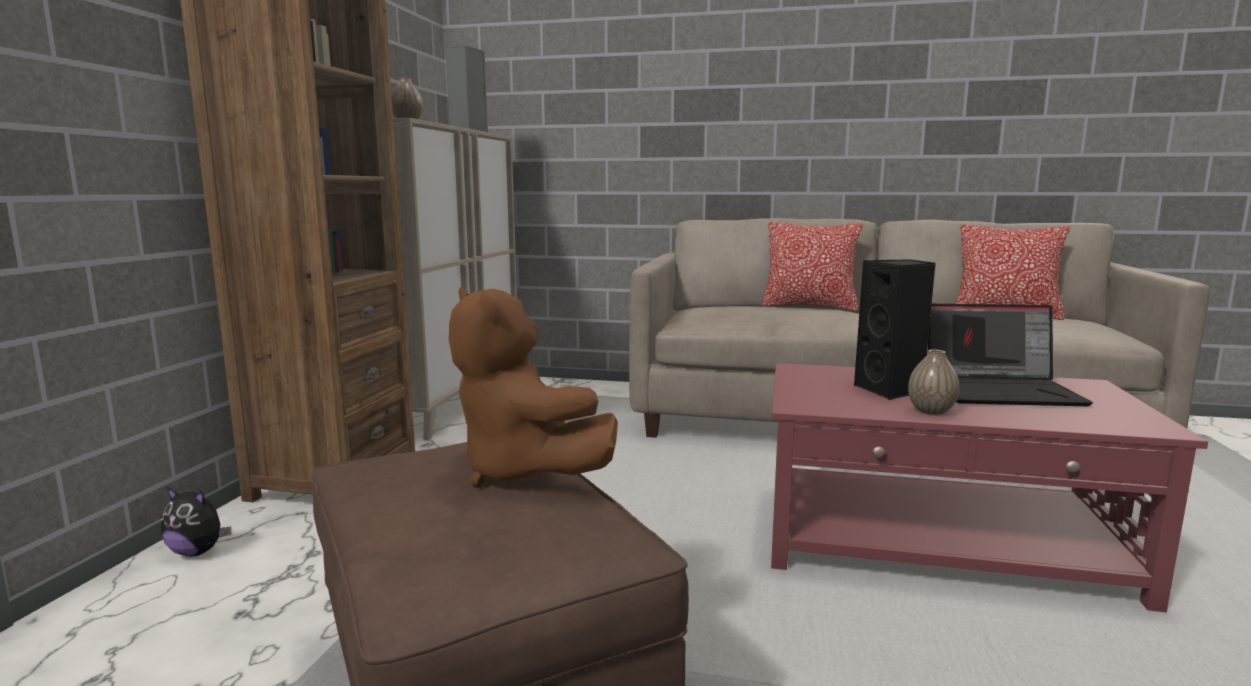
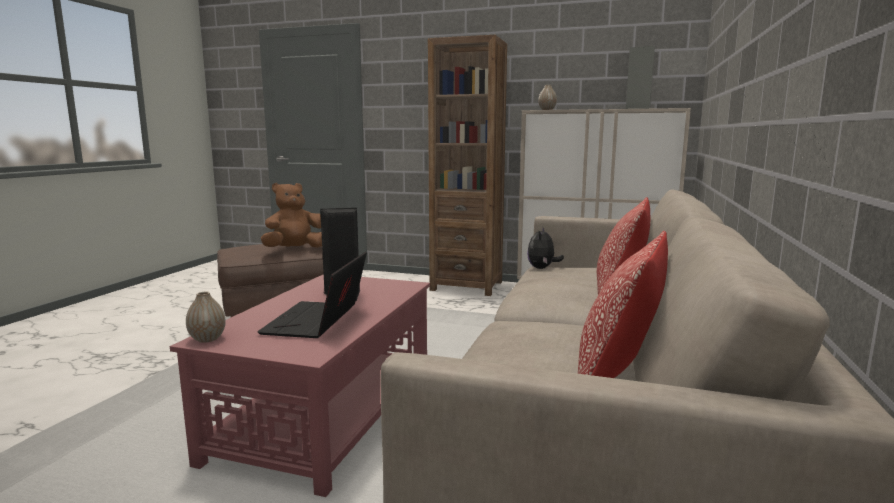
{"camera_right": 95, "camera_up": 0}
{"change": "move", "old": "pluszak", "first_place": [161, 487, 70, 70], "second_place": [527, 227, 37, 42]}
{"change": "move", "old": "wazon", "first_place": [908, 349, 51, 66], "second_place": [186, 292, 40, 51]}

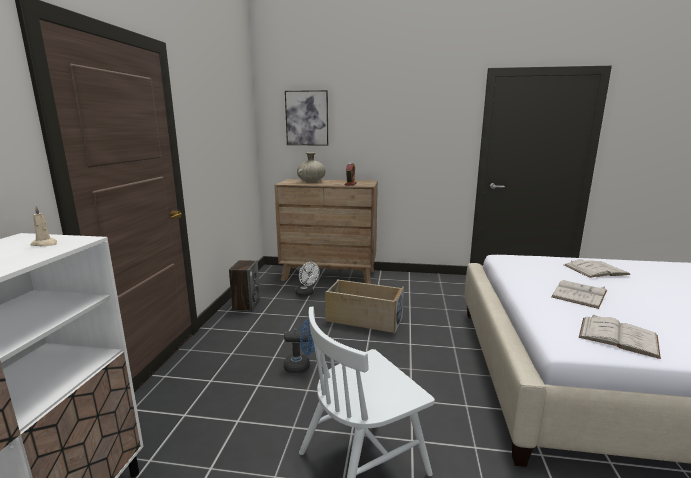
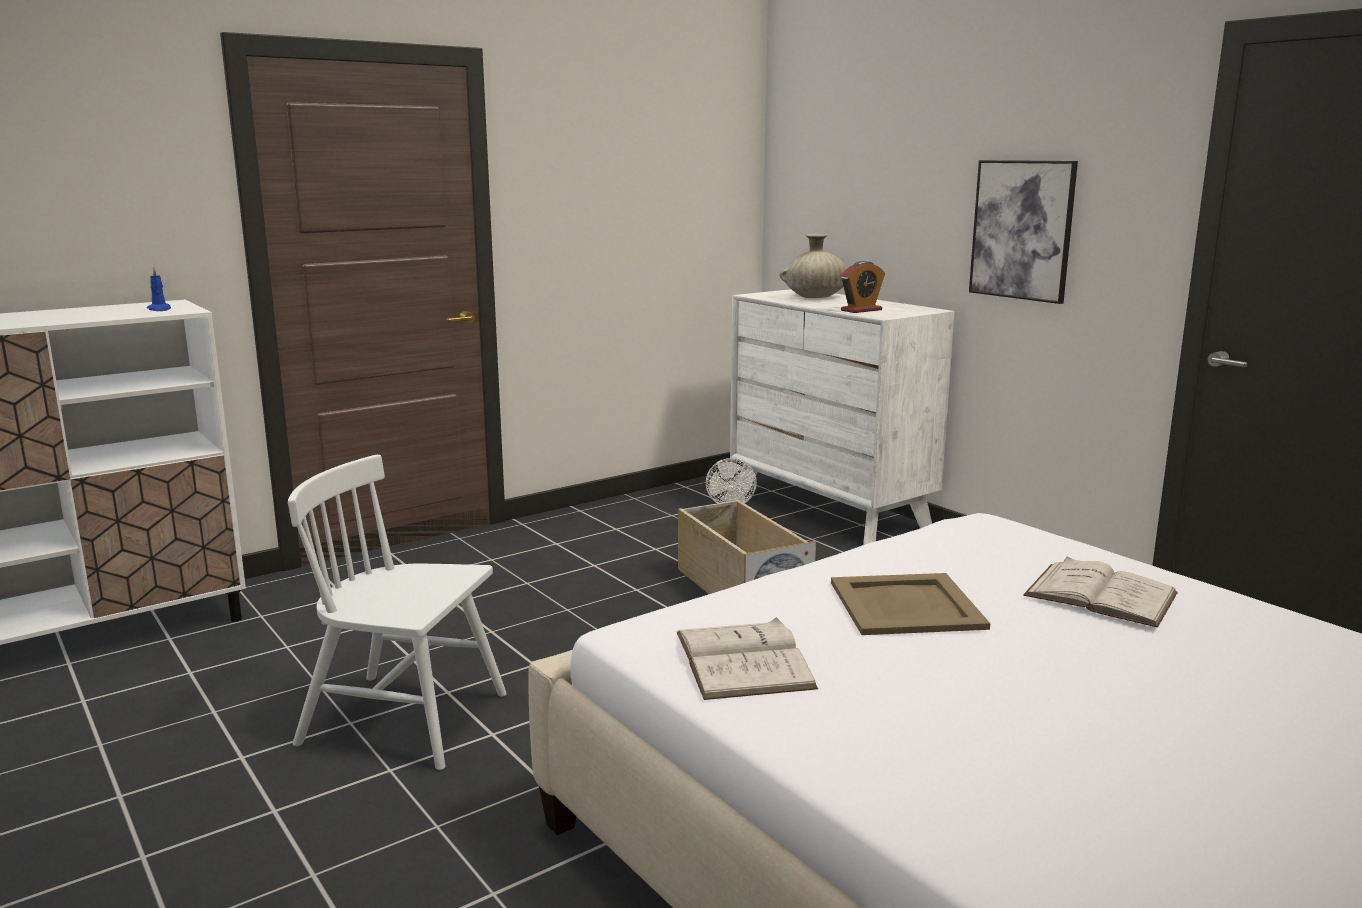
{"camera_right": 45, "camera_up": 0}
{"change": "recolor", "old": "świeca (beżowy)", "new": "świeca (niebieski)", "first_place": [30, 206, 27, 40], "second_place": [147, 267, 24, 44]}
{"change": "delete", "old": "głośnik", "first_place": [229, 260, 31, 52]}
{"change": "recolor", "old": "komoda (brązowy)", "new": "komoda (biały)", "first_place": [274, 179, 104, 105], "second_place": [730, 289, 224, 256]}
{"change": "delete", "old": "wentylator (niebieski)", "first_place": [284, 319, 31, 54]}
{"change": "move", "old": "obraz", "first_place": [285, 90, 43, 56], "second_place": [969, 160, 109, 144]}
{"change": "replace", "old": "książka (biały)", "new": "taca (beżowy)", "first_place": [551, 280, 56, 29], "second_place": [831, 573, 159, 62]}

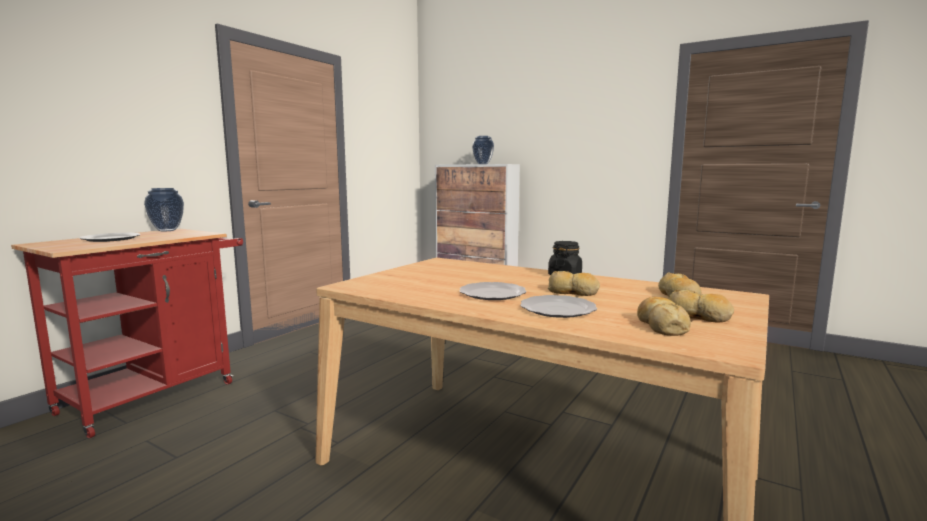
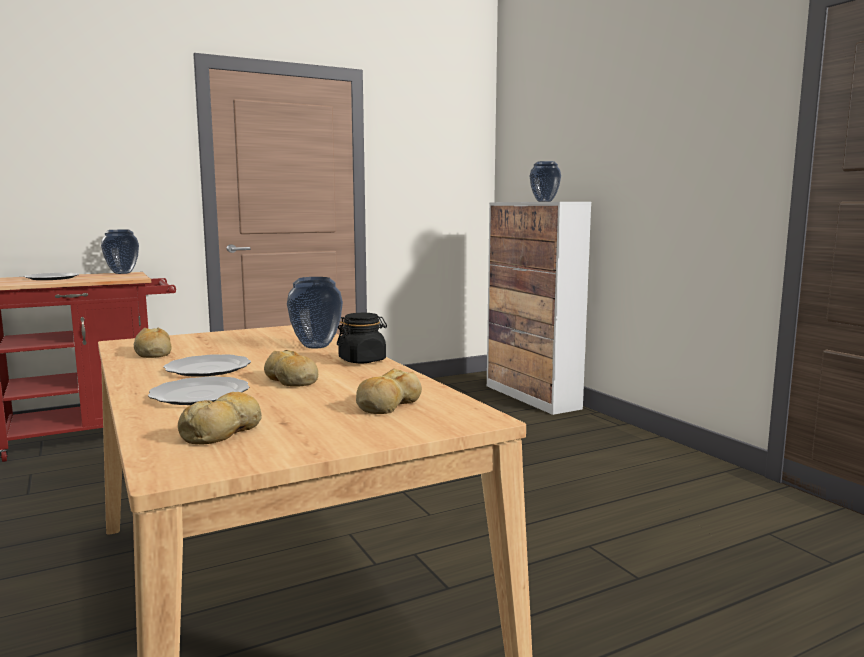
{"camera_right": 30, "camera_up": 0}
{"change": "move", "old": "chleb", "first_place": [668, 290, 66, 32], "second_place": [134, 328, 37, 30]}
{"change": "insert", "new": "wazon", "second_place": [287, 277, 56, 72]}

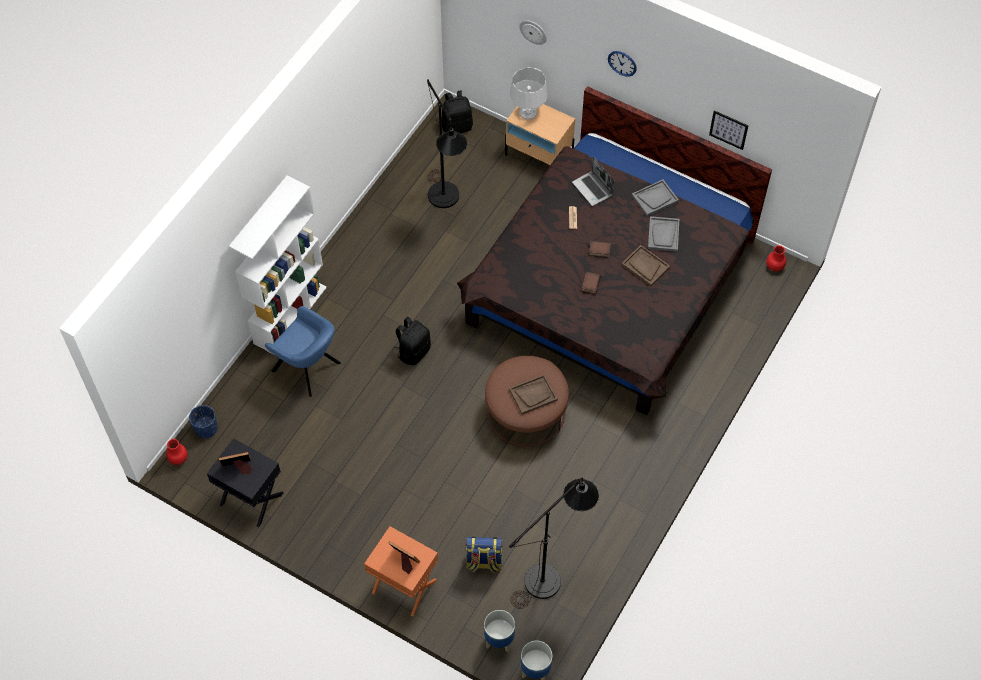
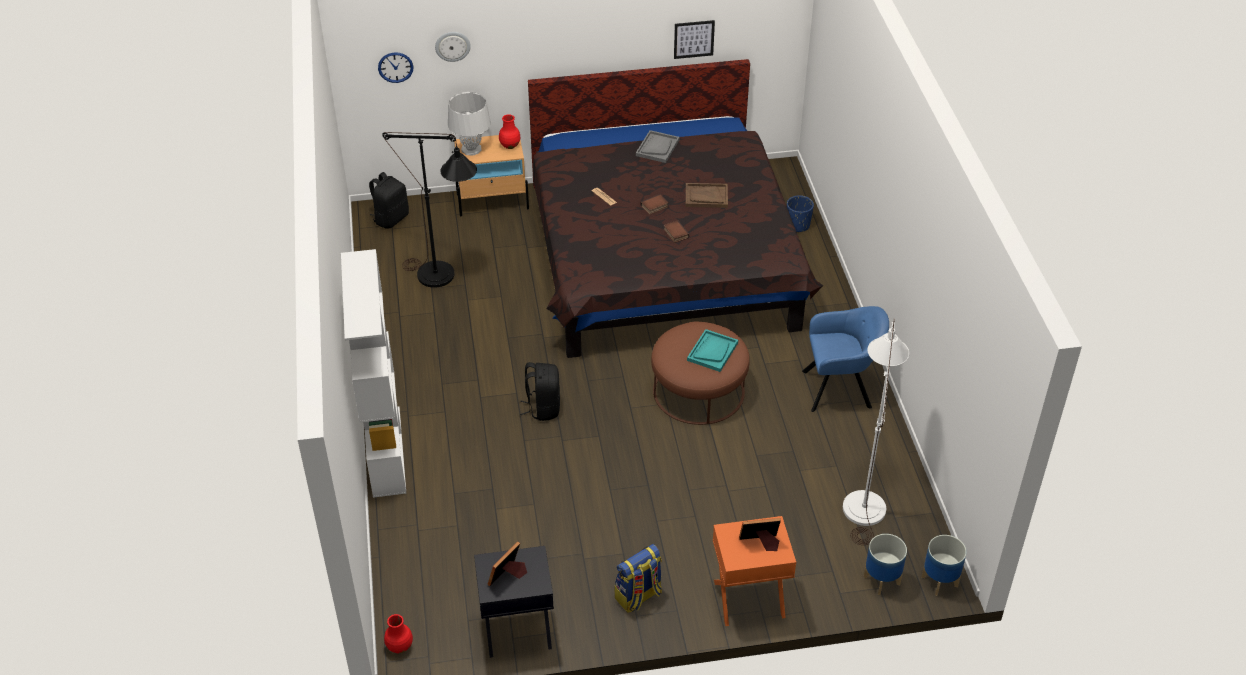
{"camera_right": -40, "camera_up": -15}
{"change": "move", "old": "donica (niebieski)", "first_place": [189, 405, 29, 34], "second_place": [787, 195, 27, 37]}
{"change": "move", "old": "fotel (niebieski)", "first_place": [265, 306, 76, 91], "second_place": [802, 306, 87, 106]}
{"change": "move", "old": "plecak", "first_place": [465, 537, 38, 36], "second_place": [615, 544, 47, 69]}
{"change": "recolor", "old": "taca (brązowy)", "new": "taca (turkusowy)", "first_place": [509, 374, 49, 41], "second_place": [687, 329, 51, 43]}
{"change": "recolor", "old": "lampa stojąca (czarny)", "new": "lampa stojąca (biały)", "first_place": [509, 478, 90, 131], "second_place": [843, 318, 66, 227]}
{"change": "delete", "old": "laptop", "first_place": [572, 157, 42, 49]}
{"change": "move", "old": "zegar ścienny", "first_place": [608, 51, 29, 26], "second_place": [378, 53, 35, 30]}
{"change": "delete", "old": "taca (szary)", "first_place": [648, 216, 31, 36]}
{"change": "move", "old": "wazon (czerwony)", "first_place": [766, 245, 20, 27], "second_place": [499, 114, 22, 35]}

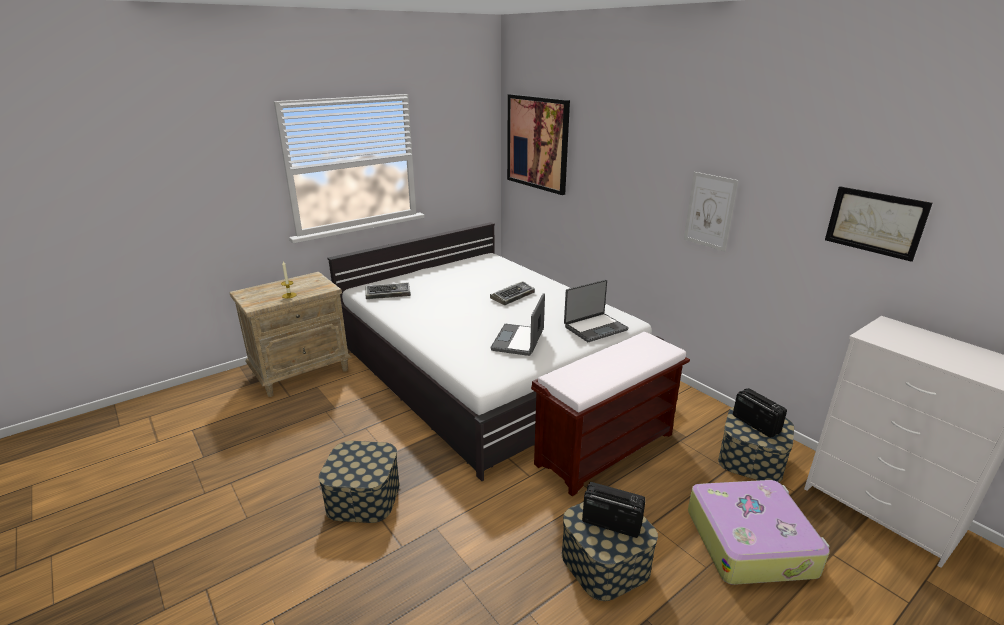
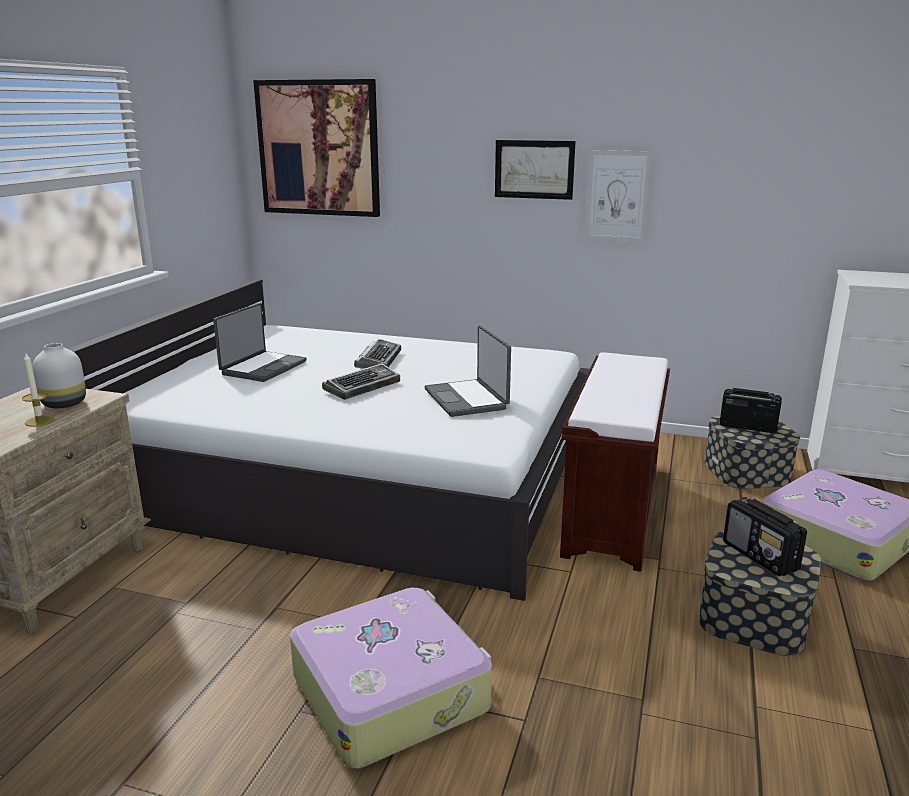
{"camera_right": -35, "camera_up": -5}
{"change": "replace", "old": "pojemnik do przechowywania", "new": "walizka", "first_place": [319, 441, 81, 82], "second_place": [290, 588, 202, 181]}
{"change": "move", "old": "klawiatura", "first_place": [366, 282, 45, 17], "second_place": [322, 363, 78, 37]}
{"change": "move", "old": "laptop", "first_place": [564, 280, 65, 62], "second_place": [213, 303, 94, 79]}
{"change": "rotate", "old": "radio", "first_place": [582, 482, 63, 56], "second_place": [723, 497, 84, 79], "degrees": -105}
{"change": "move", "old": "obraz", "first_place": [825, 186, 108, 76], "second_place": [495, 140, 81, 60]}
{"change": "insert", "new": "wazon (biały)", "second_place": [33, 343, 53, 65]}

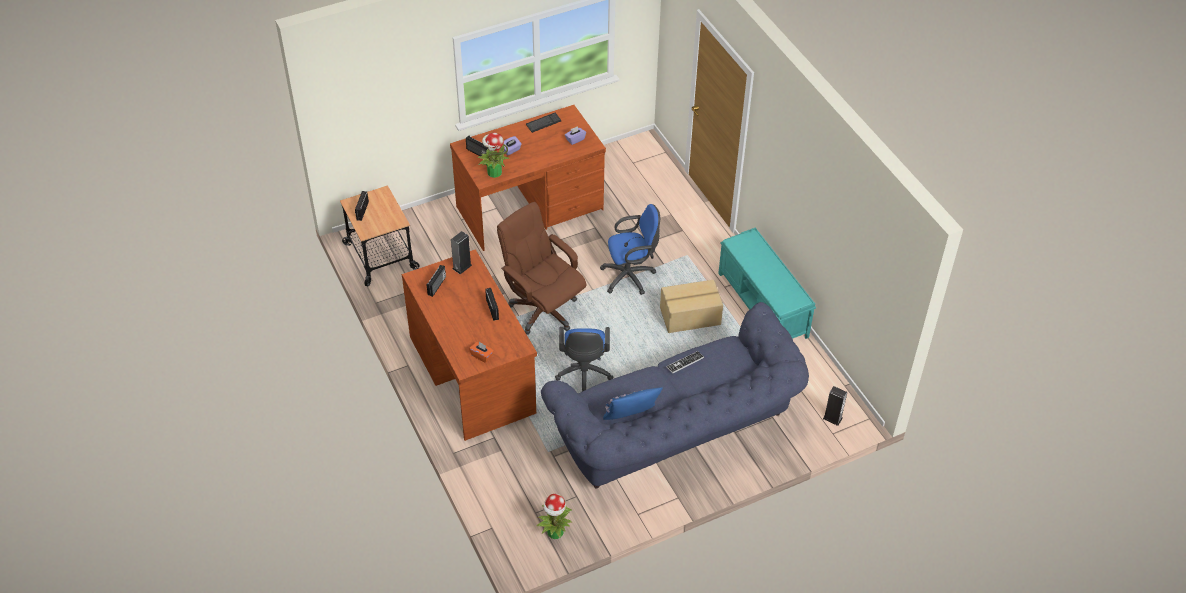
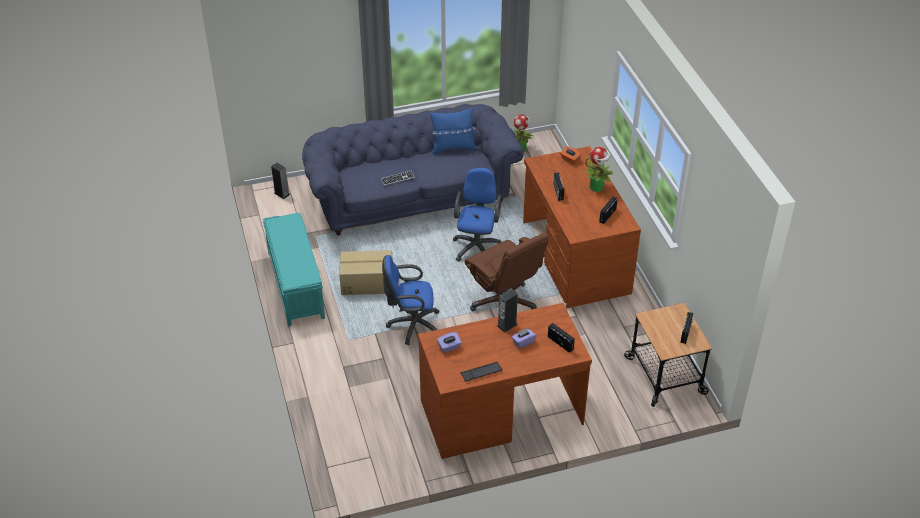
{"camera_right": -170, "camera_up": -5}
{"change": "move", "old": "głośnik", "first_place": [451, 231, 21, 43], "second_place": [497, 288, 21, 45]}
{"change": "move", "old": "roślina doniczkowa", "first_place": [477, 132, 33, 46], "second_place": [583, 147, 32, 45]}

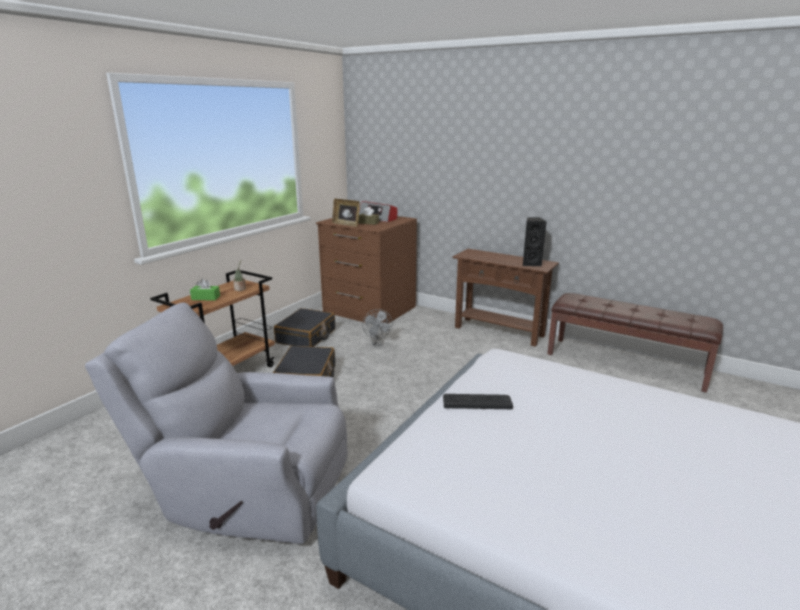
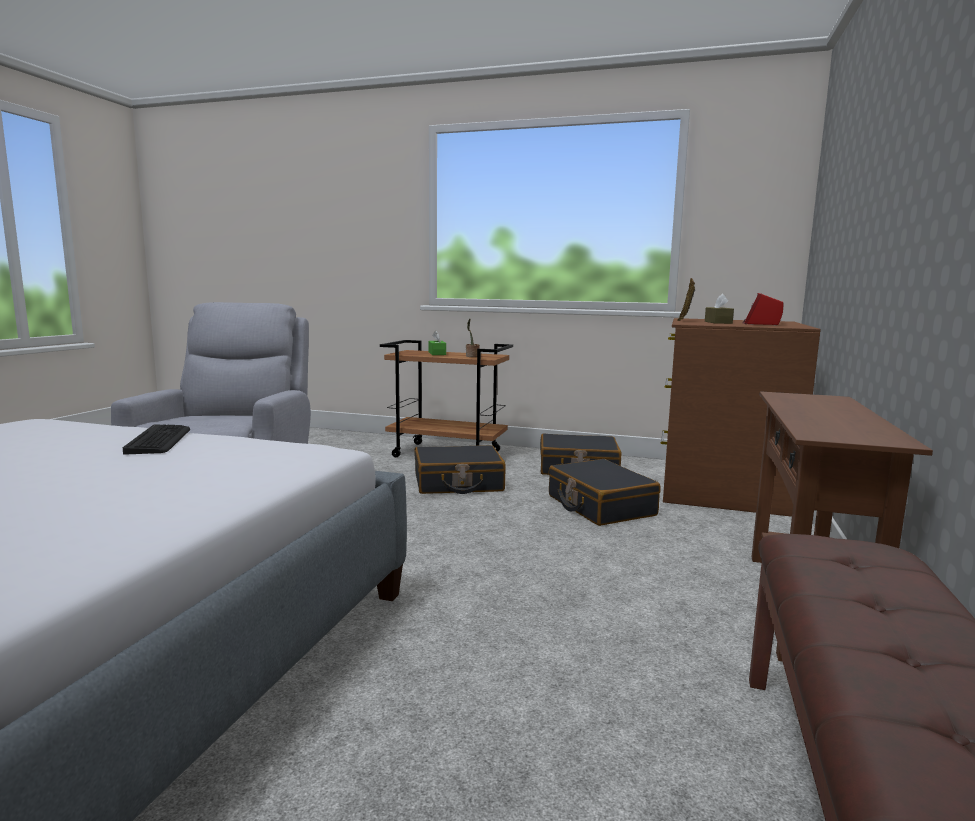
{"camera_right": 75, "camera_up": -10}
{"change": "replace", "old": "wentylator (szary)", "new": "walizka (czarny)", "first_place": [362, 309, 30, 37], "second_place": [548, 459, 113, 67]}
{"change": "delete", "old": "głośnik (czarny)", "first_place": [523, 217, 24, 50]}

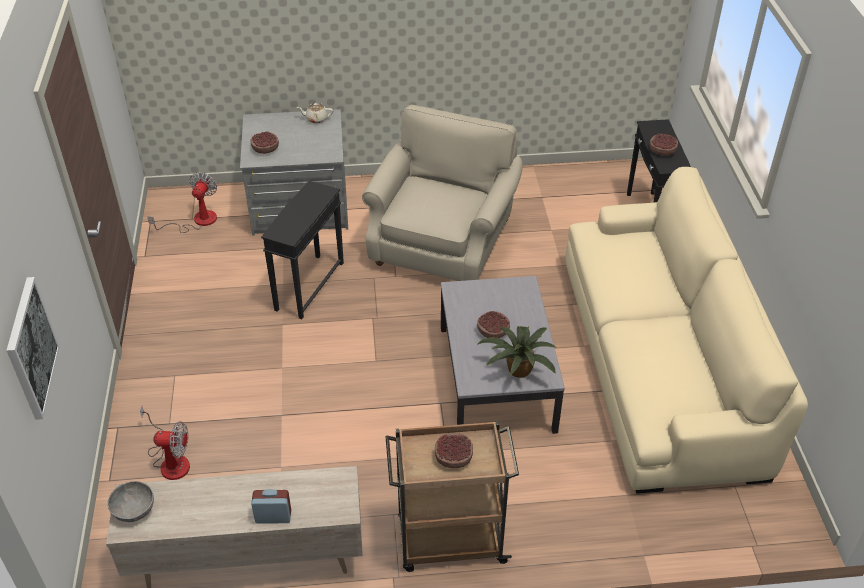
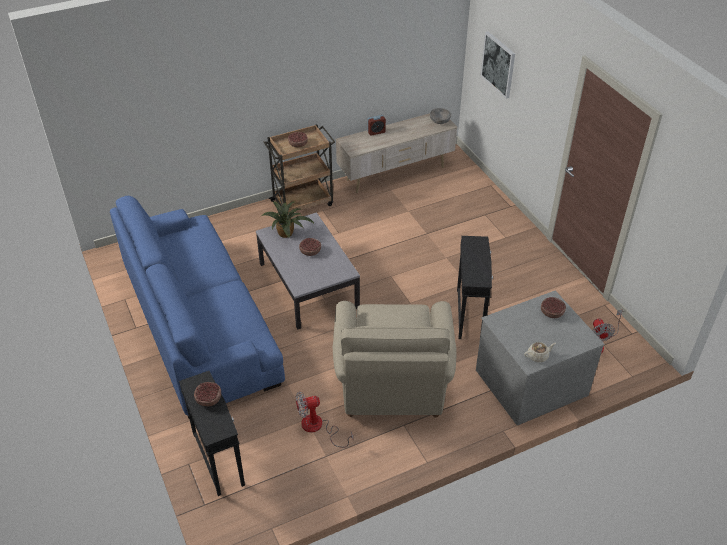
{"camera_right": 160, "camera_up": 0}
{"change": "move", "old": "wentylator", "first_place": [140, 406, 50, 74], "second_place": [296, 393, 57, 55]}
{"change": "recolor", "old": "kanapa (beżowy)", "new": "kanapa (niebieski)", "first_place": [565, 167, 243, 327], "second_place": [110, 195, 175, 224]}

